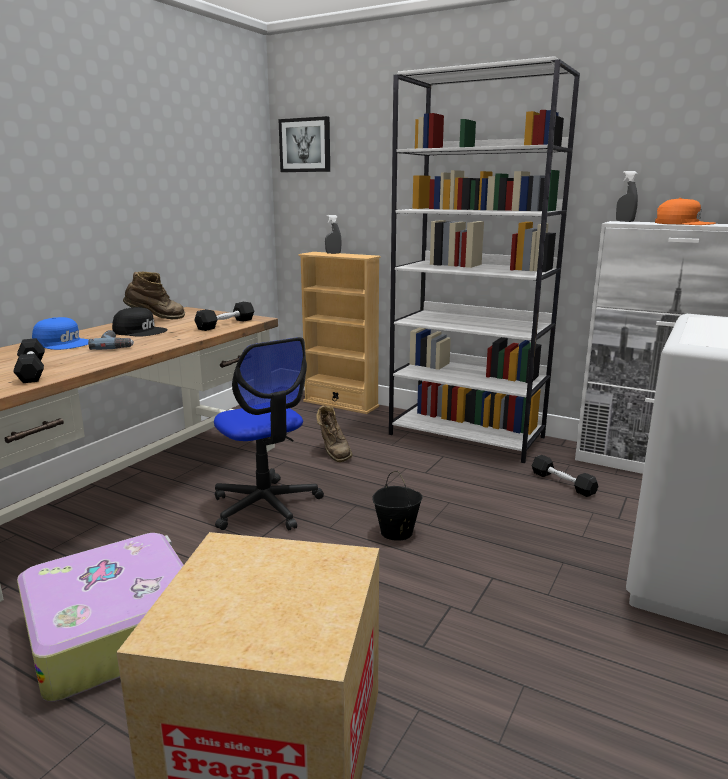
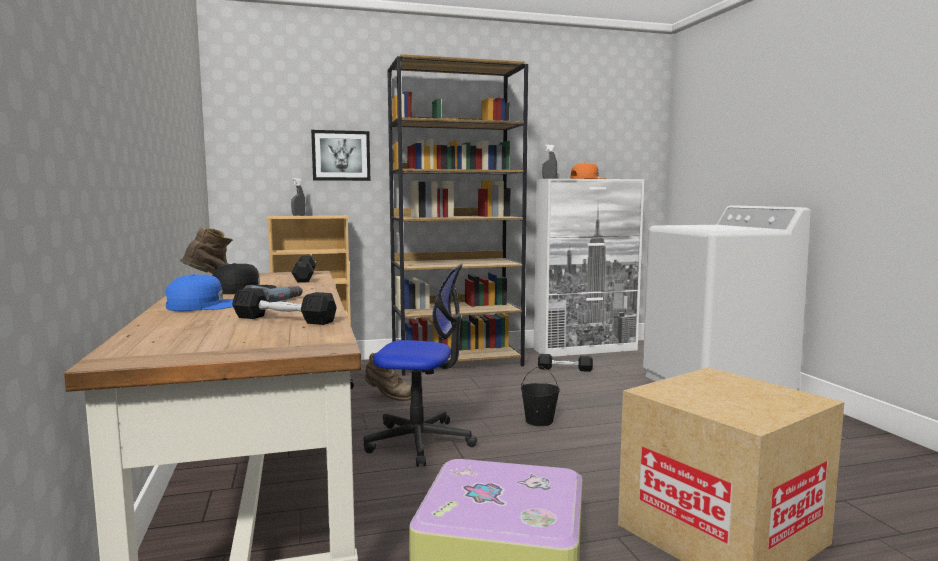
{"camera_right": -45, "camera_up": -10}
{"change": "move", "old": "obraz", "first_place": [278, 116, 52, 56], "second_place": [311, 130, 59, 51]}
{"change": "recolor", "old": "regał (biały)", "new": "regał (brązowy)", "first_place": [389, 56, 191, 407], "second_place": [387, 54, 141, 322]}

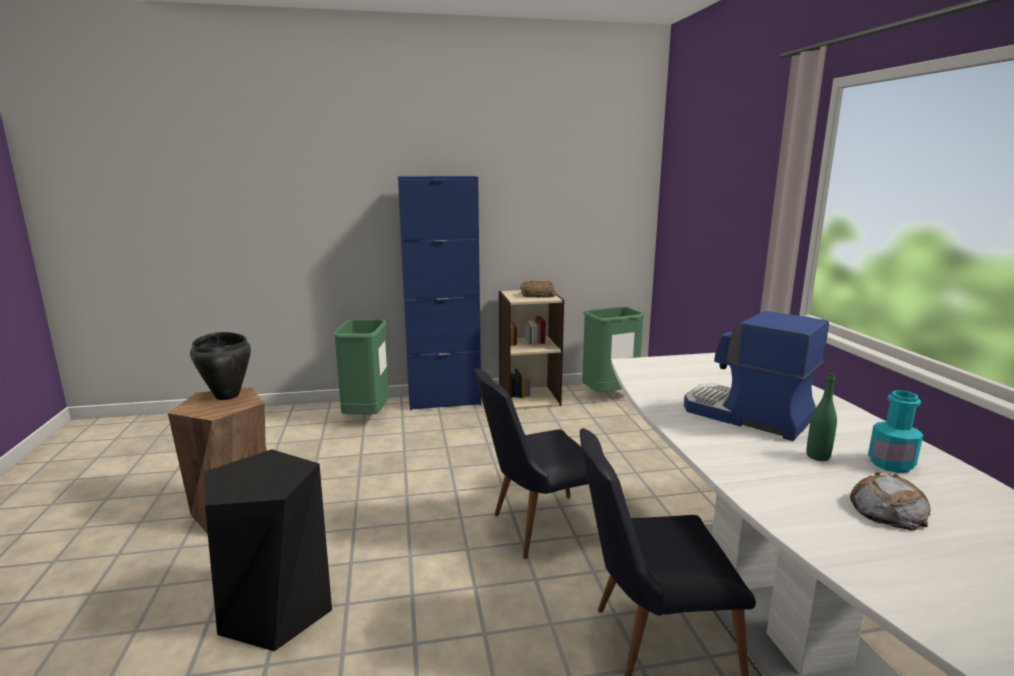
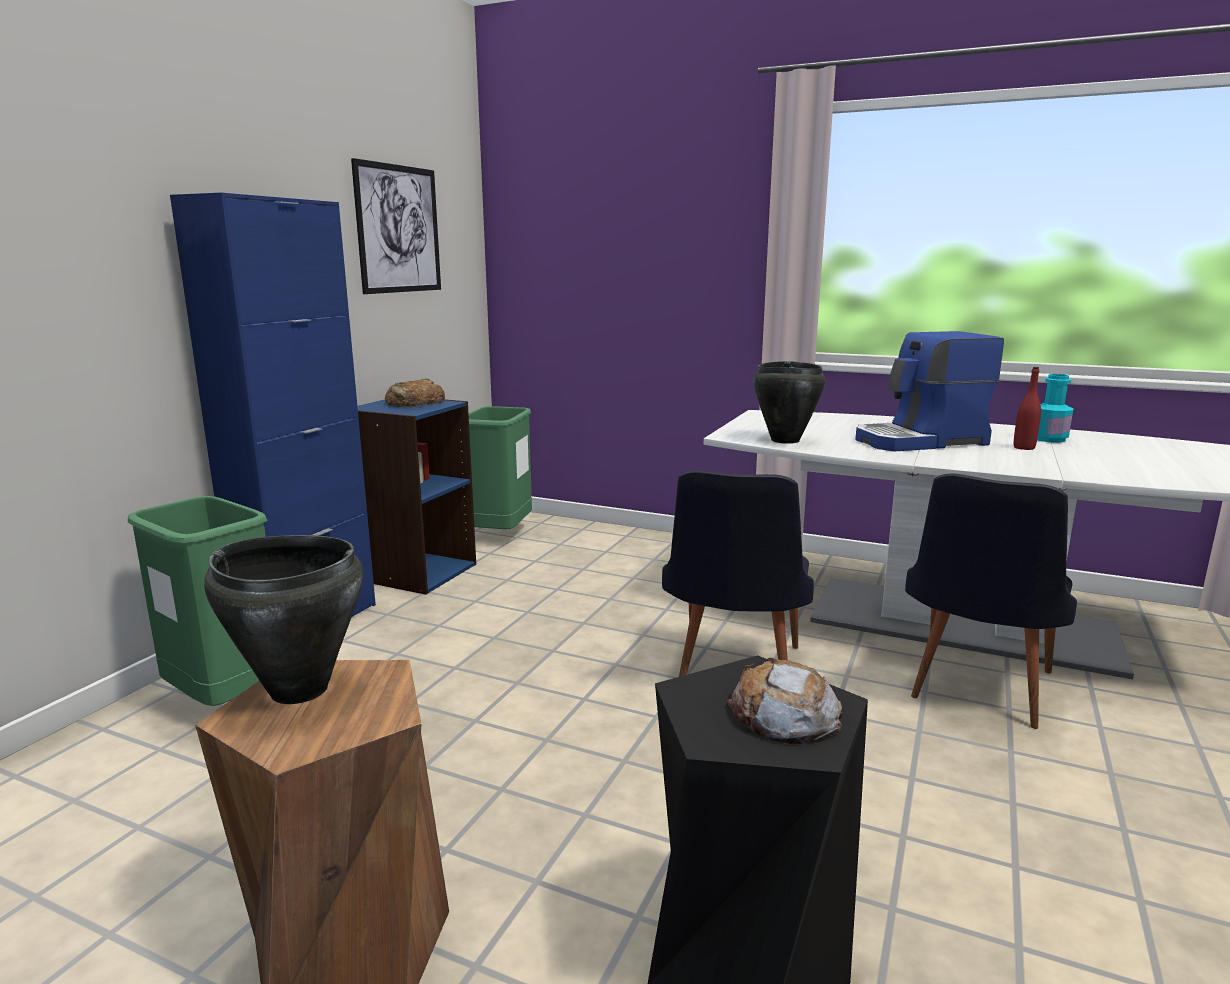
{"camera_right": -55, "camera_up": 0}
{"change": "recolor", "old": "regał (beżowy)", "new": "regał (niebieski)", "first_place": [499, 290, 65, 120], "second_place": [357, 399, 119, 196]}
{"change": "recolor", "old": "butelka (zielony)", "new": "butelka (czerwony)", "first_place": [806, 373, 31, 88], "second_place": [1014, 367, 27, 83]}
{"change": "move", "old": "chleb", "first_place": [850, 472, 81, 59], "second_place": [727, 658, 116, 86]}
{"change": "insert", "new": "obraz", "second_place": [351, 158, 90, 136]}
{"change": "insert", "new": "garnek (czarny)", "second_place": [753, 361, 72, 83]}

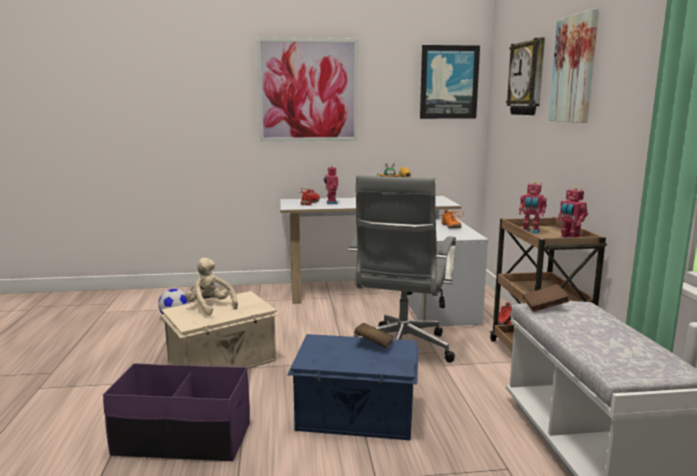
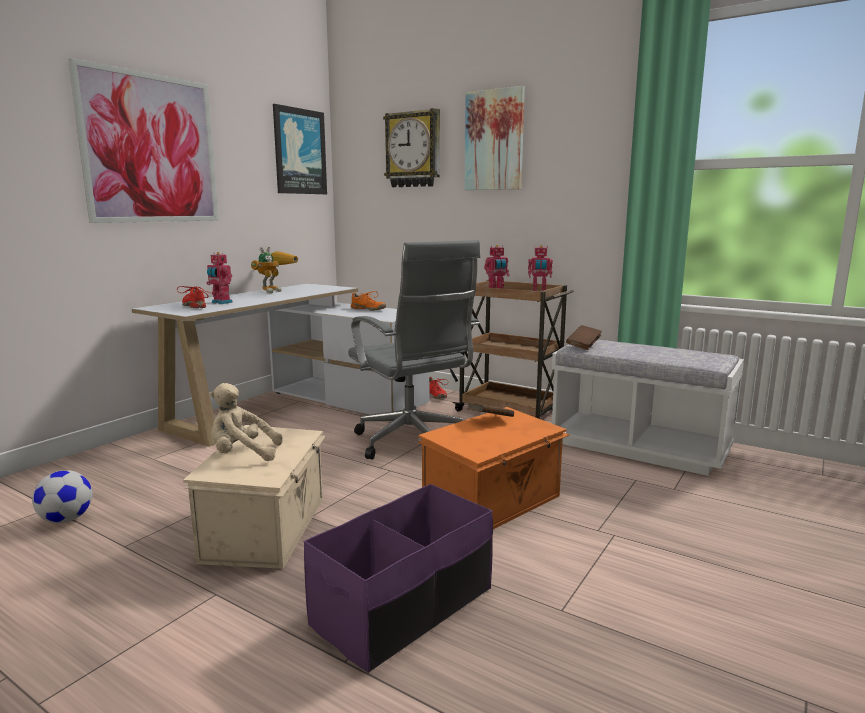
{"camera_right": -50, "camera_up": 0}
{"change": "recolor", "old": "pojemnik do przechowywania (niebieski)", "new": "pojemnik do przechowywania (pomarańczowy)", "first_place": [287, 334, 132, 107], "second_place": [418, 407, 151, 122]}

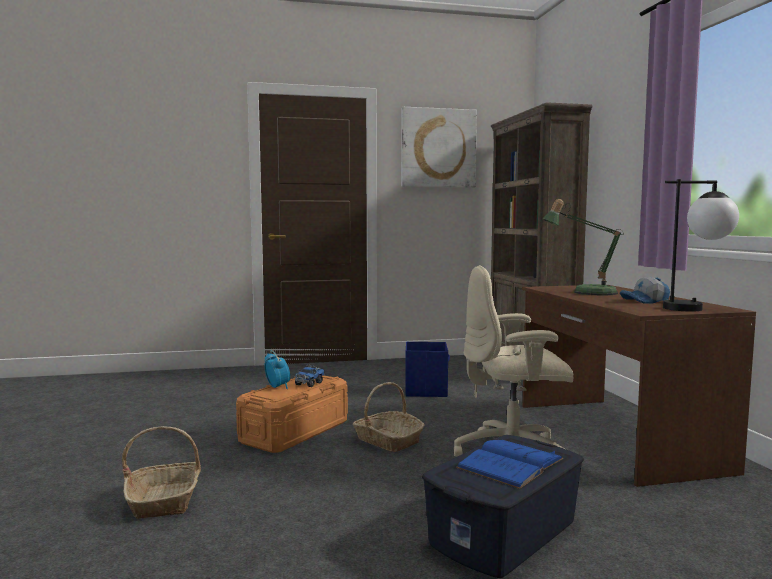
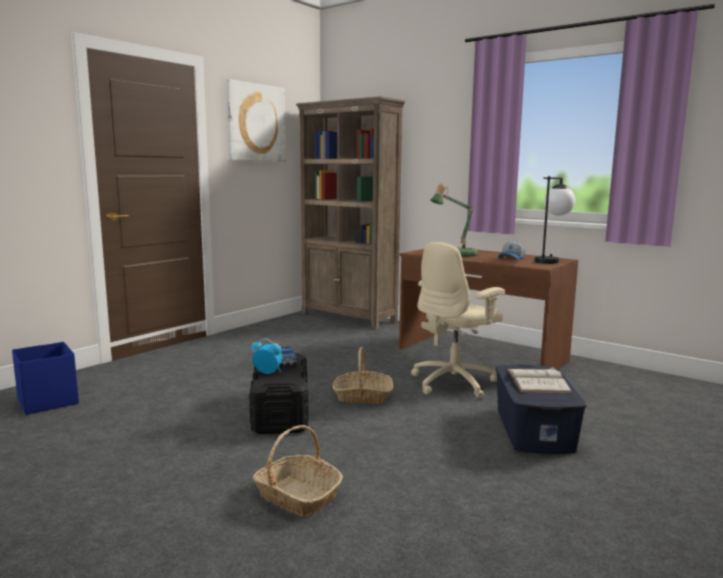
{"camera_right": -40, "camera_up": 5}
{"change": "recolor", "old": "pojemnik do przechowywania (pomarańczowy)", "new": "pojemnik do przechowywania (czarny)", "first_place": [236, 376, 112, 77], "second_place": [249, 353, 60, 81]}
{"change": "move", "old": "pojemnik do przechowywania (niebieski)", "first_place": [405, 342, 45, 55], "second_place": [12, 342, 67, 73]}
{"change": "recolor", "old": "książka (niebieski)", "new": "książka (biały)", "first_place": [456, 440, 108, 49], "second_place": [507, 367, 65, 27]}

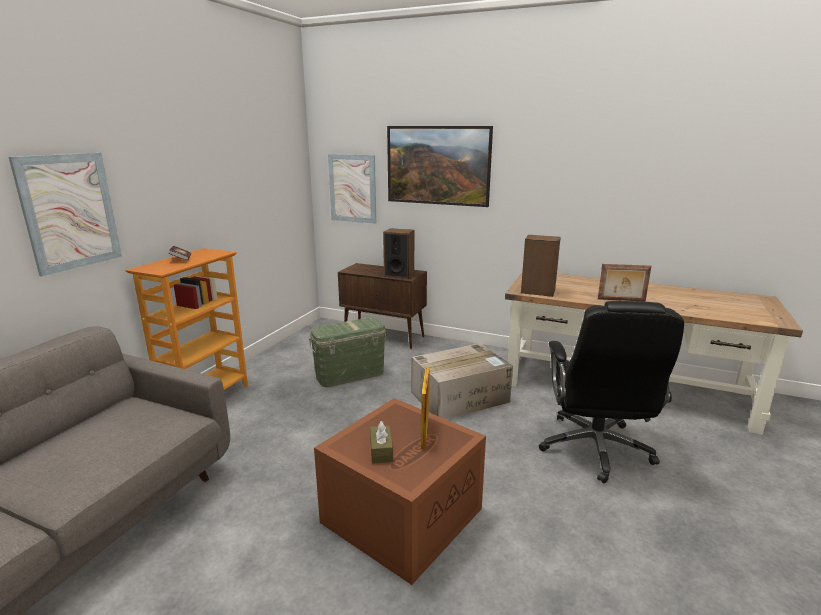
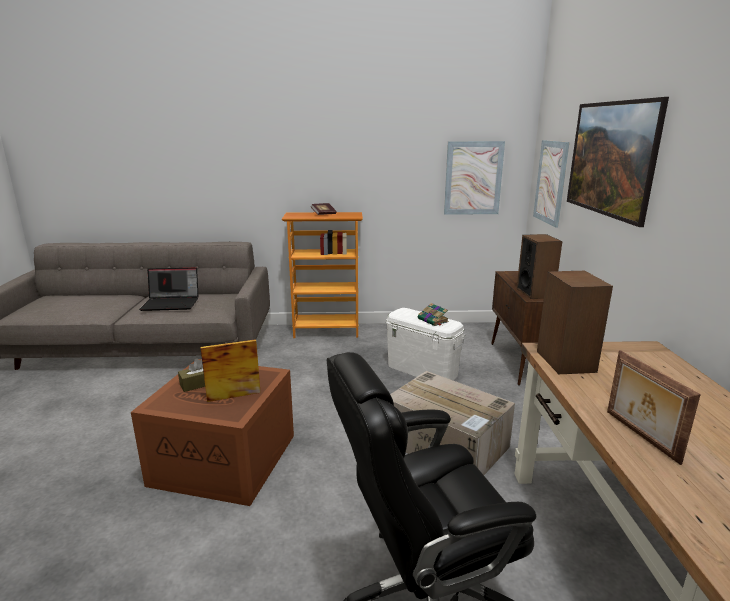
{"camera_right": 65, "camera_up": 0}
{"change": "move", "old": "obraz", "first_place": [9, 153, 113, 123], "second_place": [444, 141, 61, 74]}
{"change": "recolor", "old": "pojemnik do przechowywania (zielony)", "new": "pojemnik do przechowywania (biały)", "first_place": [309, 317, 78, 70], "second_place": [386, 308, 79, 72]}
{"change": "insert", "new": "laptop", "second_place": [139, 268, 60, 43]}
{"change": "insert", "new": "książka", "second_place": [418, 303, 31, 23]}

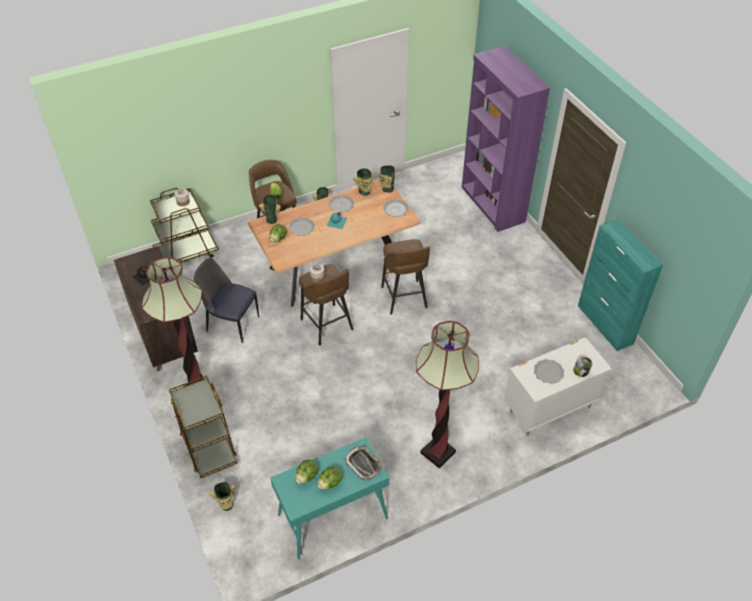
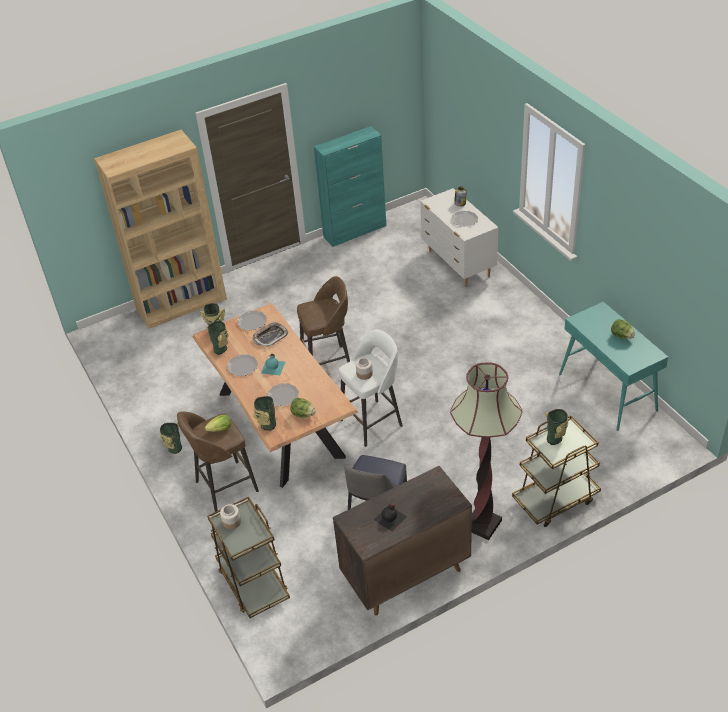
{"camera_right": -90, "camera_up": -5}
{"change": "move", "old": "wazon", "first_place": [209, 482, 26, 29], "second_place": [545, 409, 23, 36]}
{"change": "delete", "old": "sałata", "first_place": [295, 459, 24, 25]}
{"change": "recolor", "old": "stołek (brązowy)", "new": "stołek (biały)", "first_place": [299, 264, 55, 81], "second_place": [339, 330, 64, 117]}
{"change": "move", "old": "taca", "first_place": [344, 446, 39, 35], "second_place": [253, 322, 35, 25]}
{"change": "delete", "old": "lampa stojąca", "first_place": [416, 321, 63, 147]}
{"change": "recolor", "old": "regał (fioletowy)", "new": "regał (brązowy)", "first_place": [462, 46, 88, 186], "second_place": [94, 130, 133, 199]}

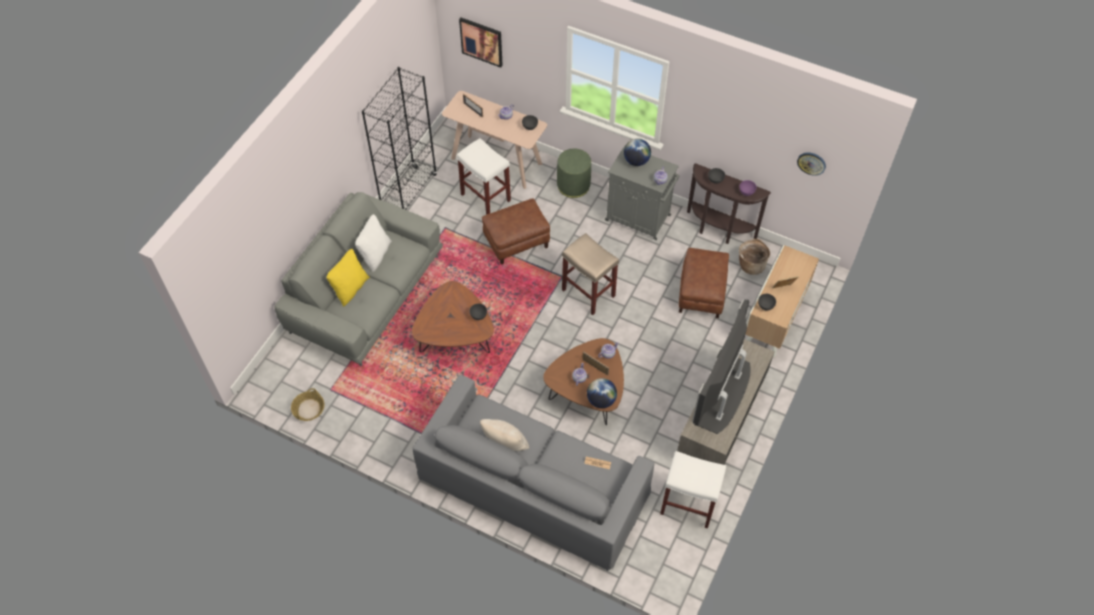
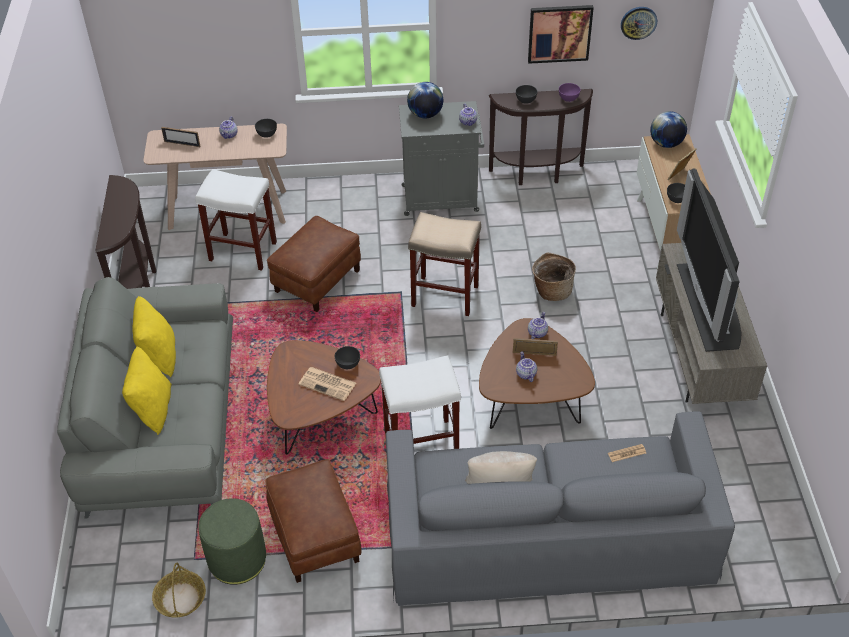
{"camera_right": -30, "camera_up": -10}
{"change": "recolor", "old": "poduszka (biały)", "new": "poduszka (żółty)", "first_place": [355, 214, 37, 58], "second_place": [132, 296, 44, 81]}
{"change": "replace", "old": "regał (czarny)", "new": "stolik konsolowy (brązowy)", "first_place": [362, 67, 75, 142], "second_place": [96, 175, 60, 114]}
{"change": "move", "old": "obraz", "first_place": [459, 18, 44, 50], "second_place": [528, 5, 66, 59]}
{"change": "move", "old": "pufa (zielony)", "first_place": [557, 149, 34, 49], "second_place": [198, 498, 68, 87]}
{"change": "move", "old": "globus", "first_place": [587, 378, 30, 30], "second_place": [650, 111, 37, 37]}
{"change": "move", "old": "stołek (biały)", "first_place": [660, 451, 66, 77], "second_place": [379, 355, 82, 94]}
{"change": "move", "old": "pufa (brązowy)", "first_place": [679, 248, 50, 70], "second_place": [266, 459, 95, 124]}
{"change": "move", "old": "koszyk", "first_place": [739, 239, 31, 36], "second_place": [532, 252, 44, 49]}
{"change": "insert", "new": "gazeta", "second_place": [299, 367, 57, 34]}

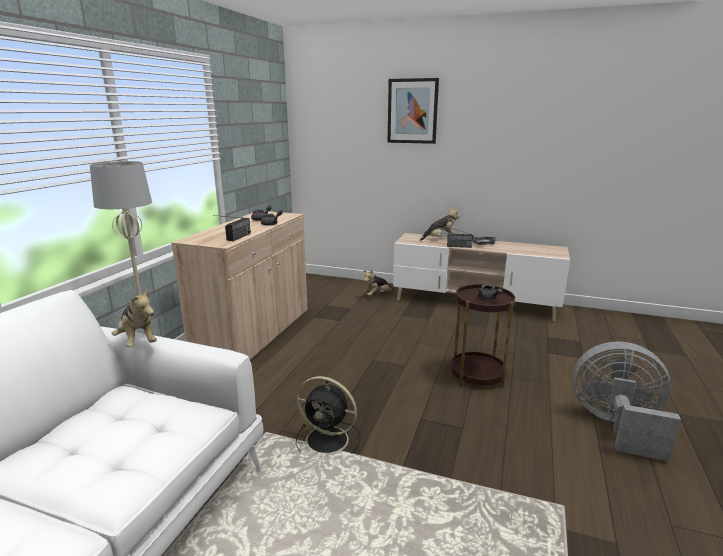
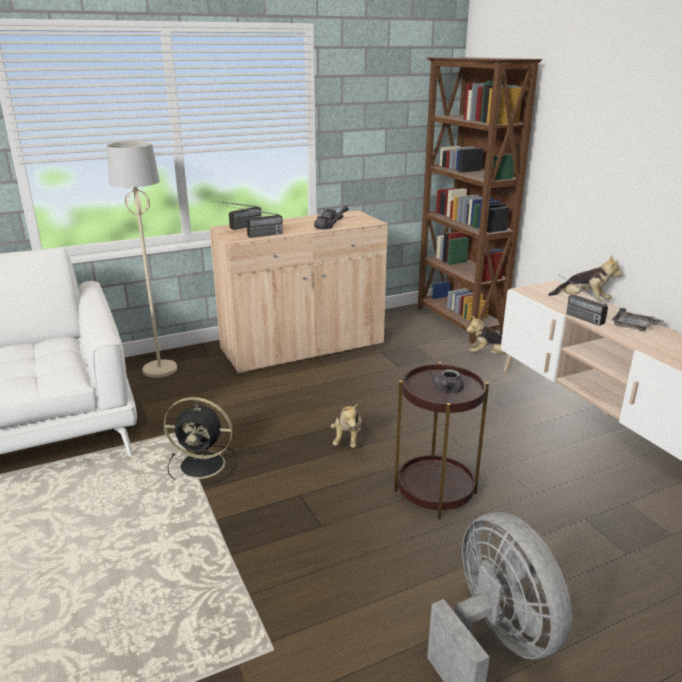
{"camera_right": 45, "camera_up": 5}
{"change": "move", "old": "pluszak", "first_place": [112, 288, 45, 59], "second_place": [331, 403, 31, 45]}
{"change": "rotate", "old": "wentylator (czarny)", "first_place": [295, 376, 65, 78], "second_place": [164, 397, 74, 88], "degrees": -60}
{"change": "delete", "old": "obraz", "first_place": [388, 78, 51, 66]}
{"change": "insert", "new": "radio", "second_place": [214, 201, 47, 29]}
{"change": "insert", "new": "regał (brązowy)", "second_place": [418, 57, 124, 287]}

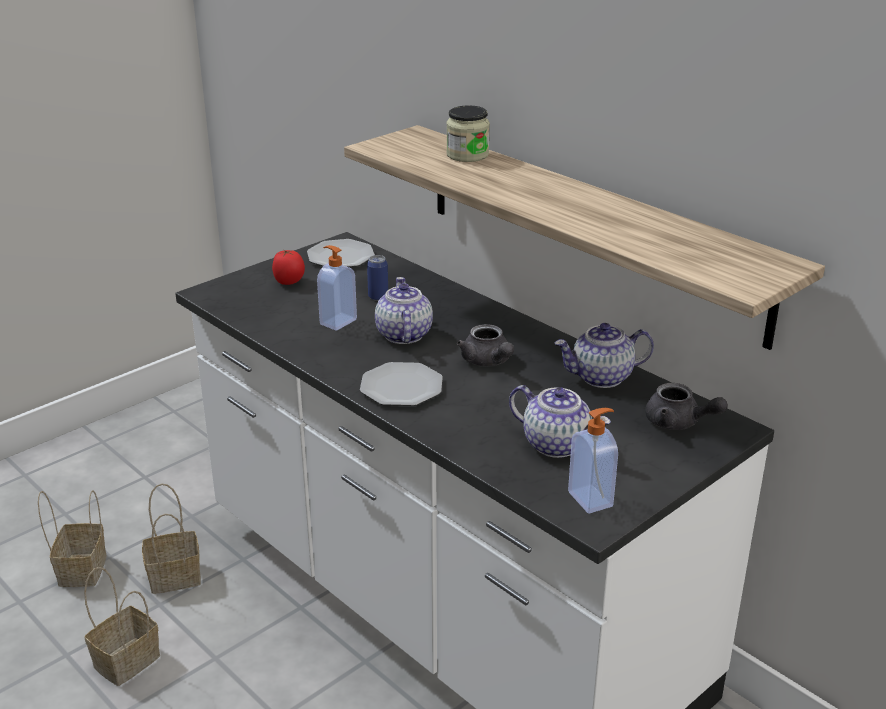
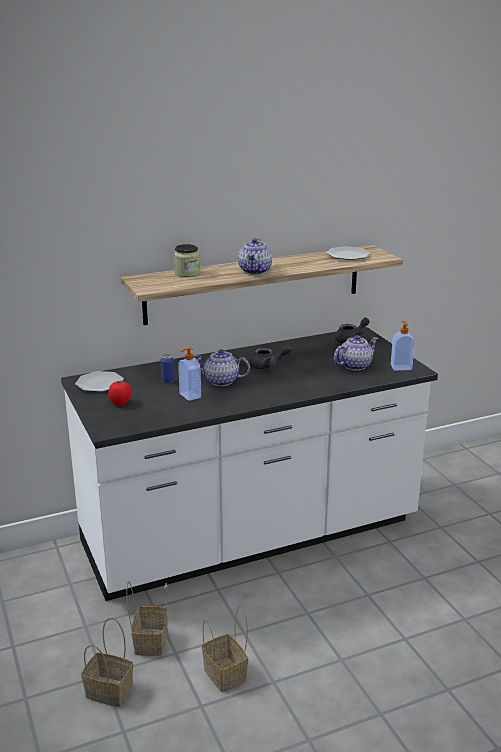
{"camera_right": -70, "camera_up": -5}
{"change": "move", "old": "talerz", "first_place": [360, 362, 83, 44], "second_place": [326, 246, 45, 14]}
{"change": "move", "old": "imbryk", "first_place": [554, 323, 100, 65], "second_place": [238, 238, 34, 37]}

